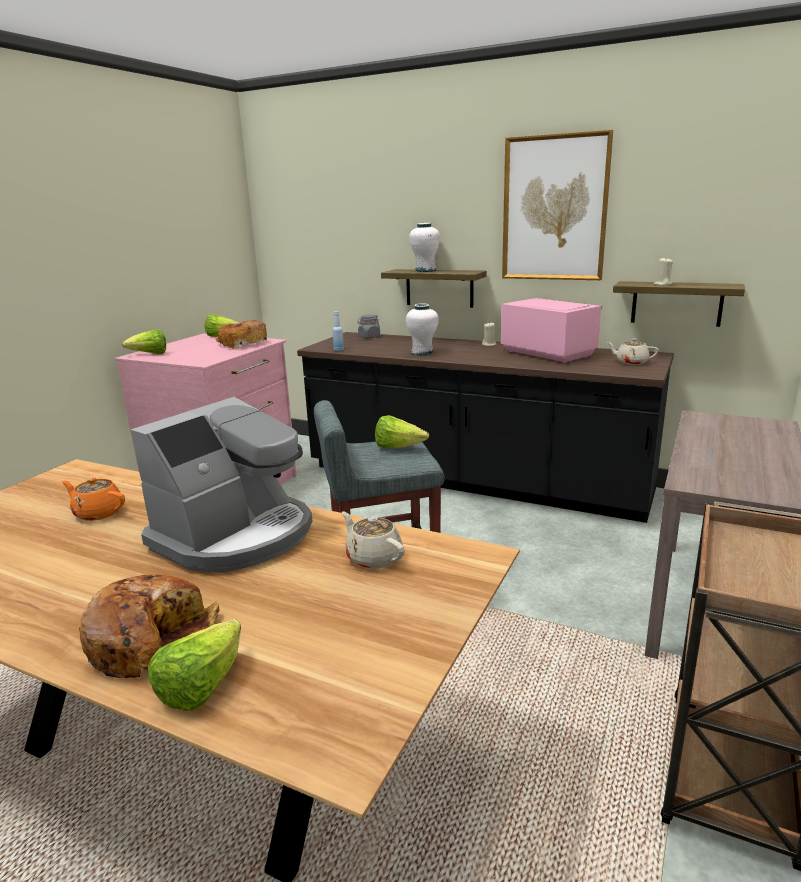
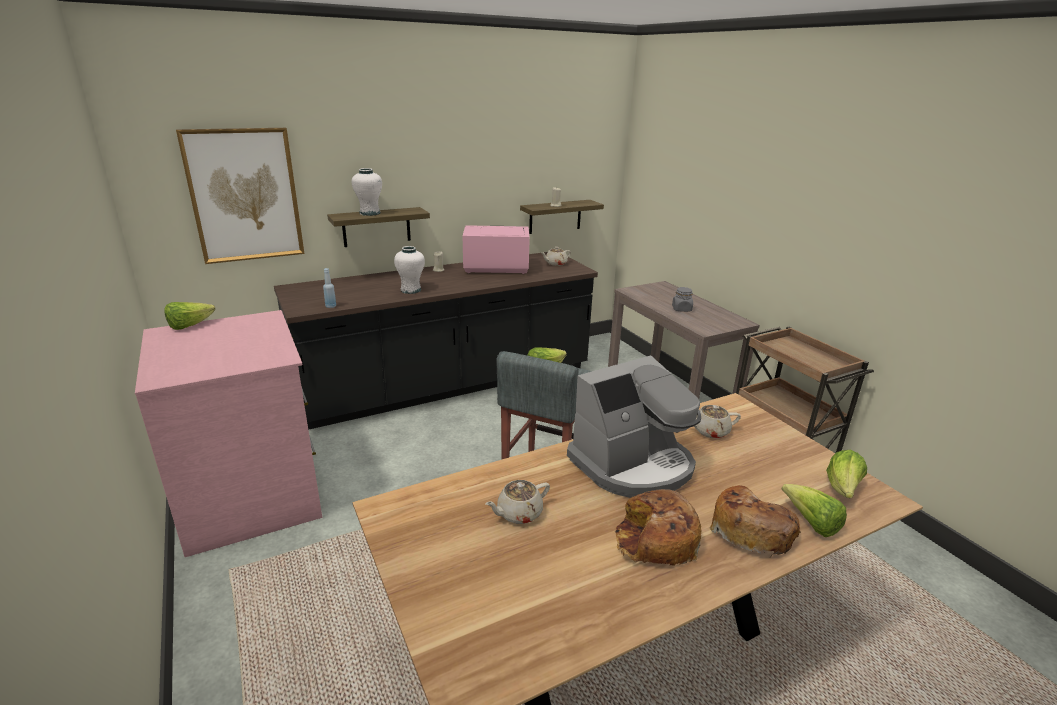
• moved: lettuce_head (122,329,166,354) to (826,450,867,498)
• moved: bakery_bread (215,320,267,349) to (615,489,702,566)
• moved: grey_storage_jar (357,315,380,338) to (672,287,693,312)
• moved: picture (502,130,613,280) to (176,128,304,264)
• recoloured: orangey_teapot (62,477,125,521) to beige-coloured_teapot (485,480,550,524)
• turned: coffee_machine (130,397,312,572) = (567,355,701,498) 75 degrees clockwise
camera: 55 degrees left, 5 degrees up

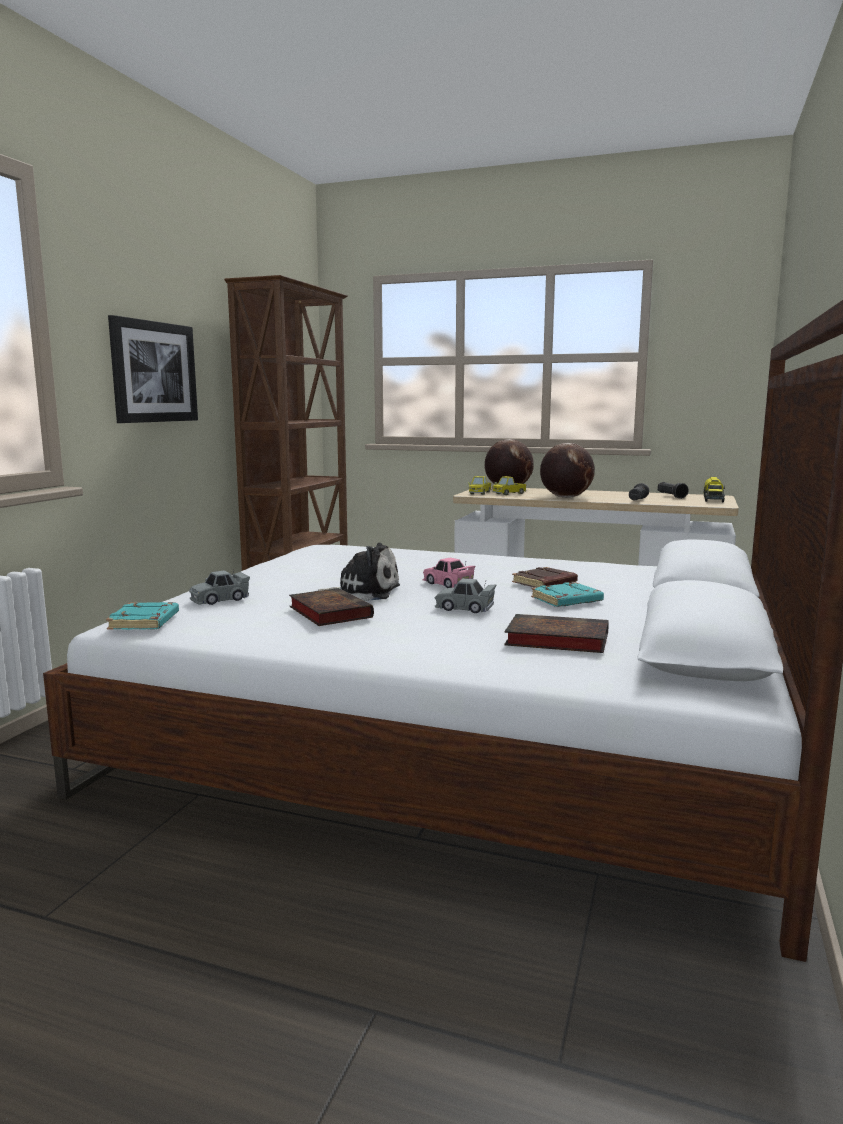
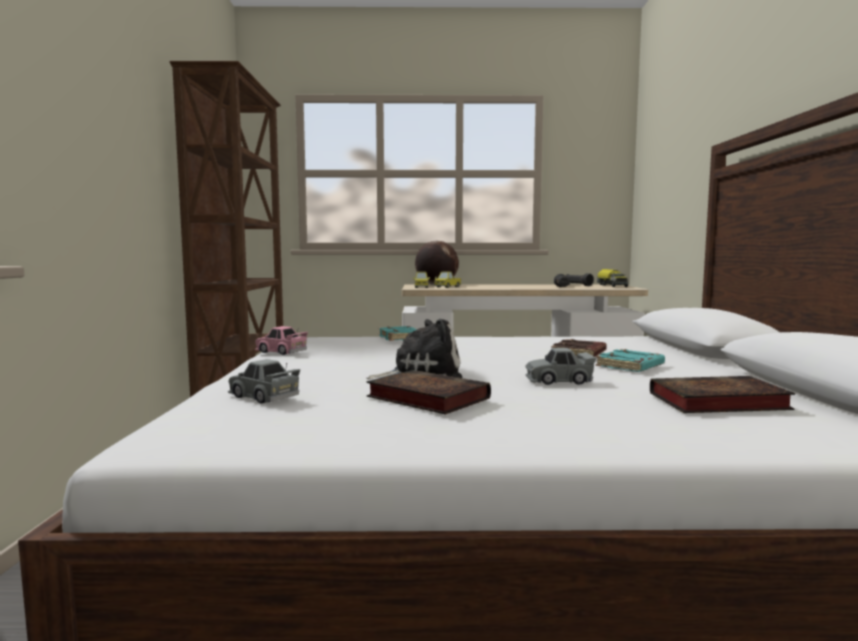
• removed: picture (108,315,198,423)
• removed: world_globe (540,443,595,498)
• moved: turquoise-coloured_volume (106,602,179,630) to (378,326,417,341)
• moved: pink-coloured_miniature_car (422,558,475,588) to (255,326,308,355)
• turned: grey_miniature_car (189,570,250,605) = (228,359,300,403) 90 degrees clockwise
camera: 20 degrees left, 5 degrees down

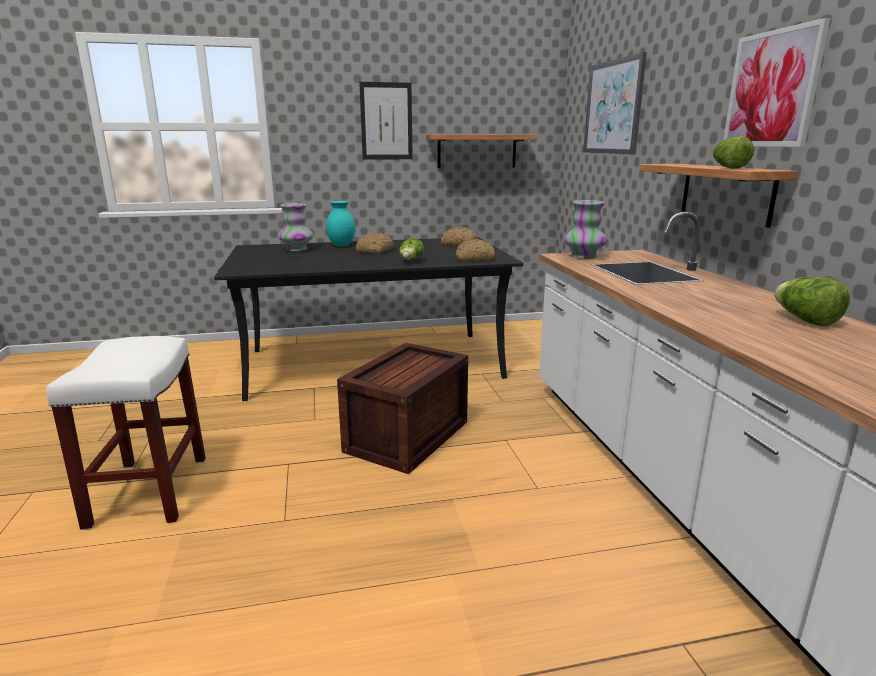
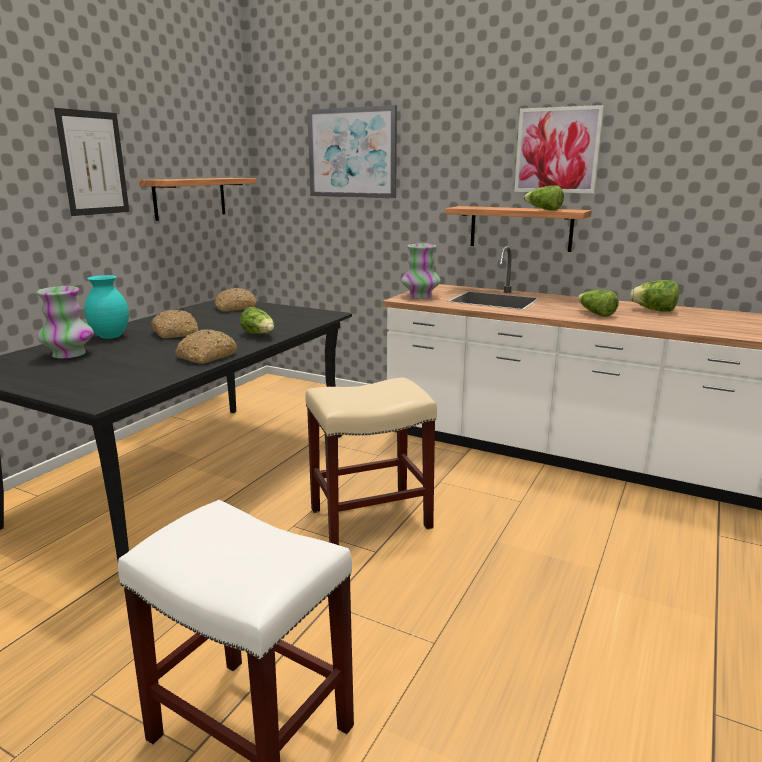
• added: lettuce_head (578,290,619,317)
• moved: bakery_bread (456,239,495,261) to (176,330,237,364)
• replaced: crate (337,343,468,474) to beige-coloured_stool (305,377,437,545)
camera: 50 degrees left, 0 degrees up

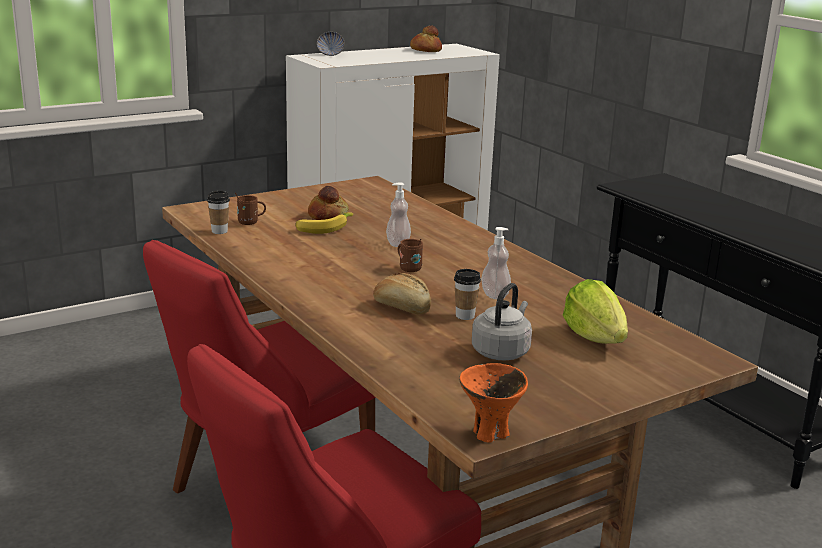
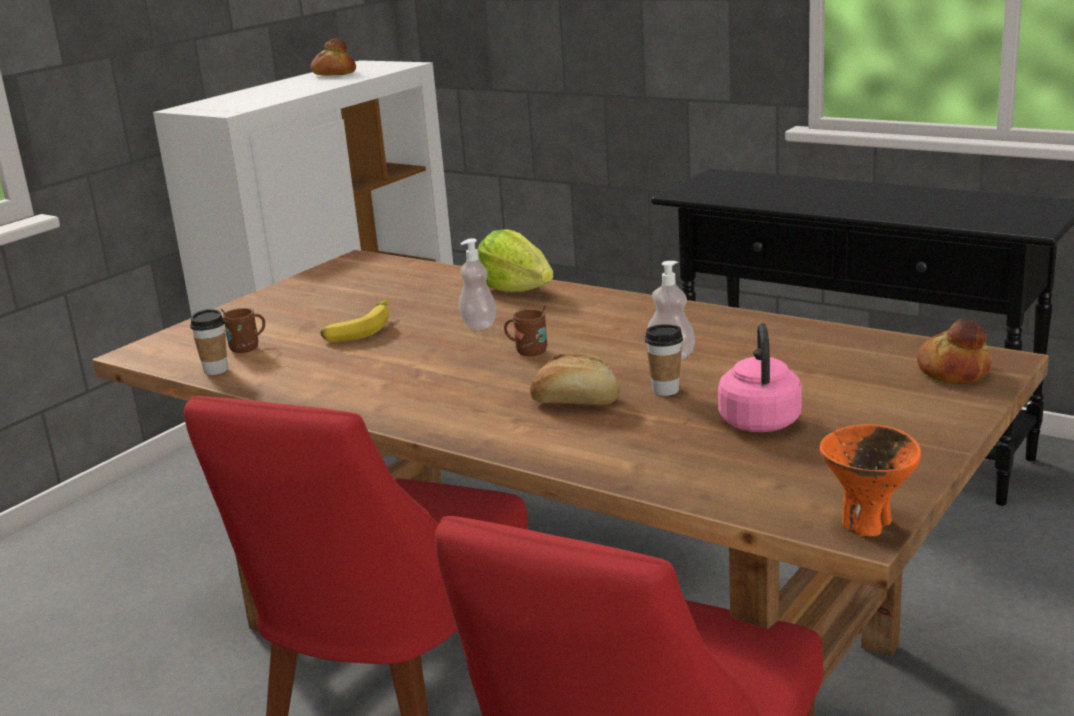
• removed: bowl (317,32,345,56)
• moved: bakery_bread (308,186,349,220) to (917,319,992,384)
• moved: lettuce_head (563,279,628,344) to (478,229,554,293)
• recoloured: grey_water_kettle (472,283,532,360) to pink-coloured_water_kettle (718,323,802,432)
camera: 20 degrees left, 0 degrees up

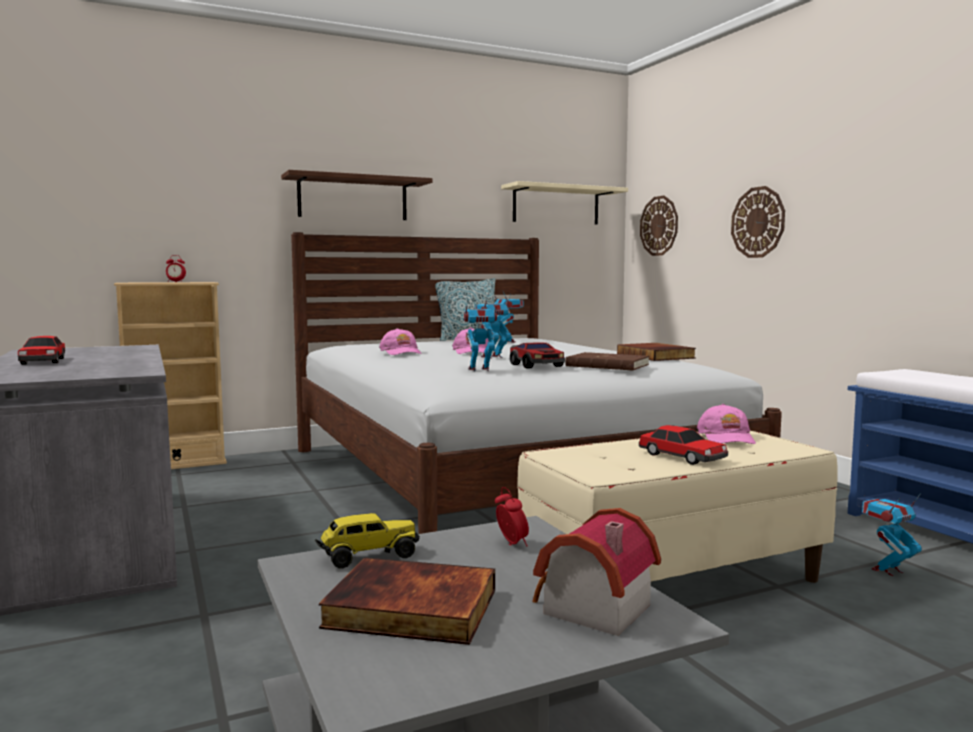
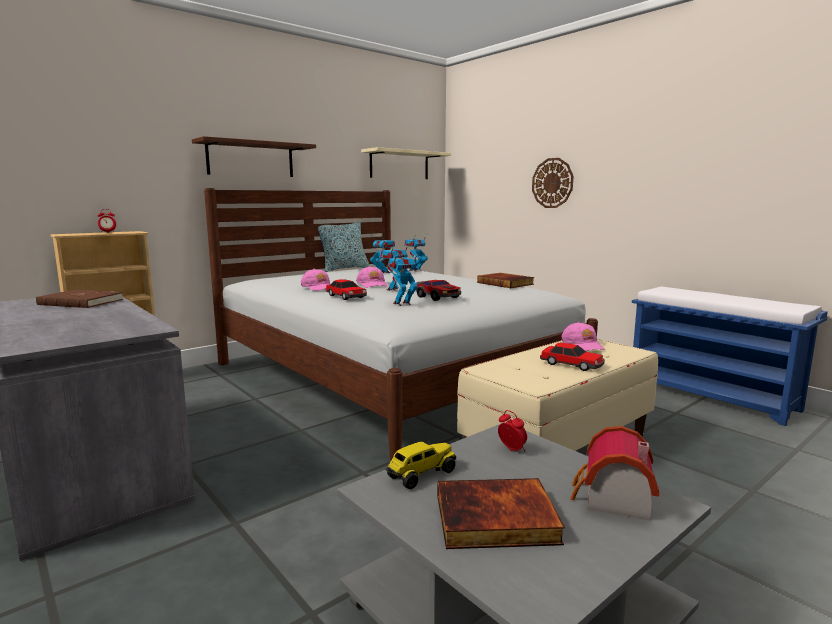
• removed: wall_clock (640,196,678,256)
• moved: miniature_car (18,336,65,365) to (326,279,367,300)
• moved: brown_volume (565,352,649,371) to (36,290,123,308)
• moved: model_robot (862,493,922,576) to (404,233,428,271)
camera: 15 degrees left, 5 degrees up

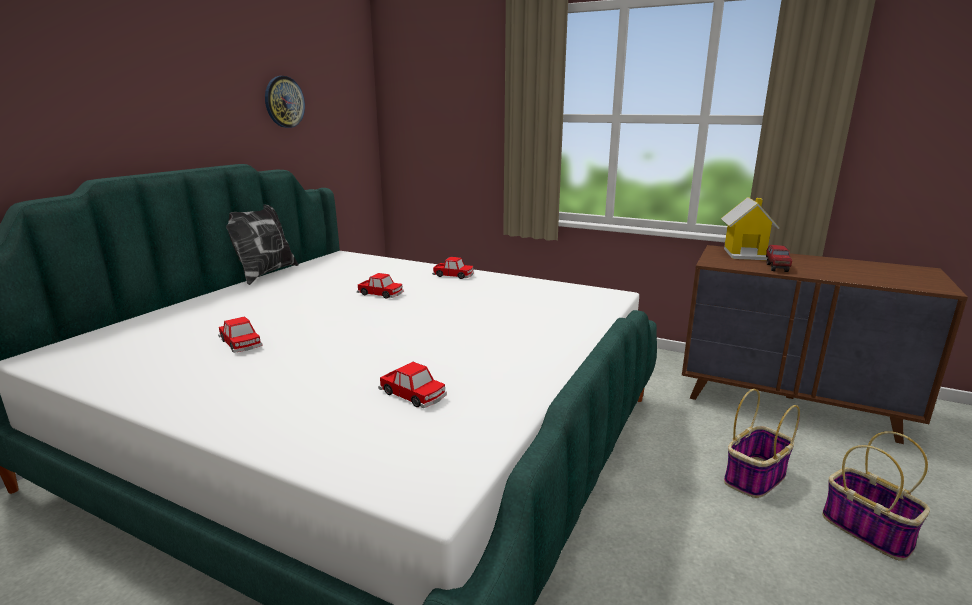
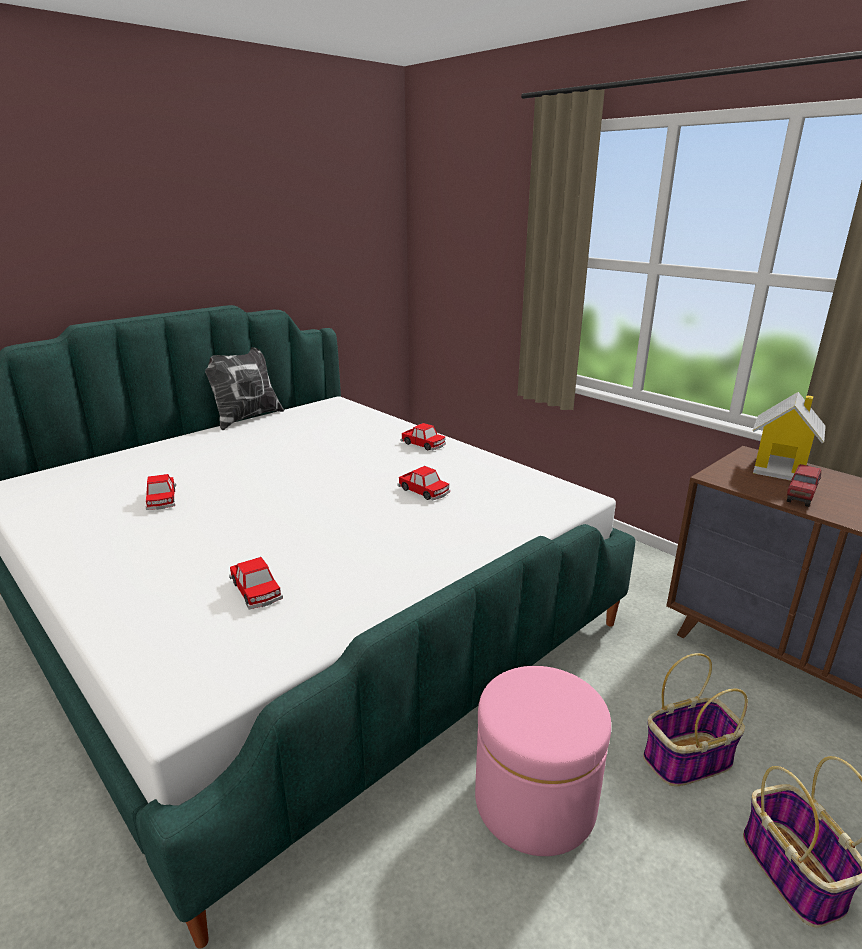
• removed: wall_clock (265,76,305,128)
• added: pink-coloured_ottoman (475,666,611,856)
• moved: miniature_car (357,273,403,299) to (397,466,450,501)
camera: 20 degrees right, 5 degrees up

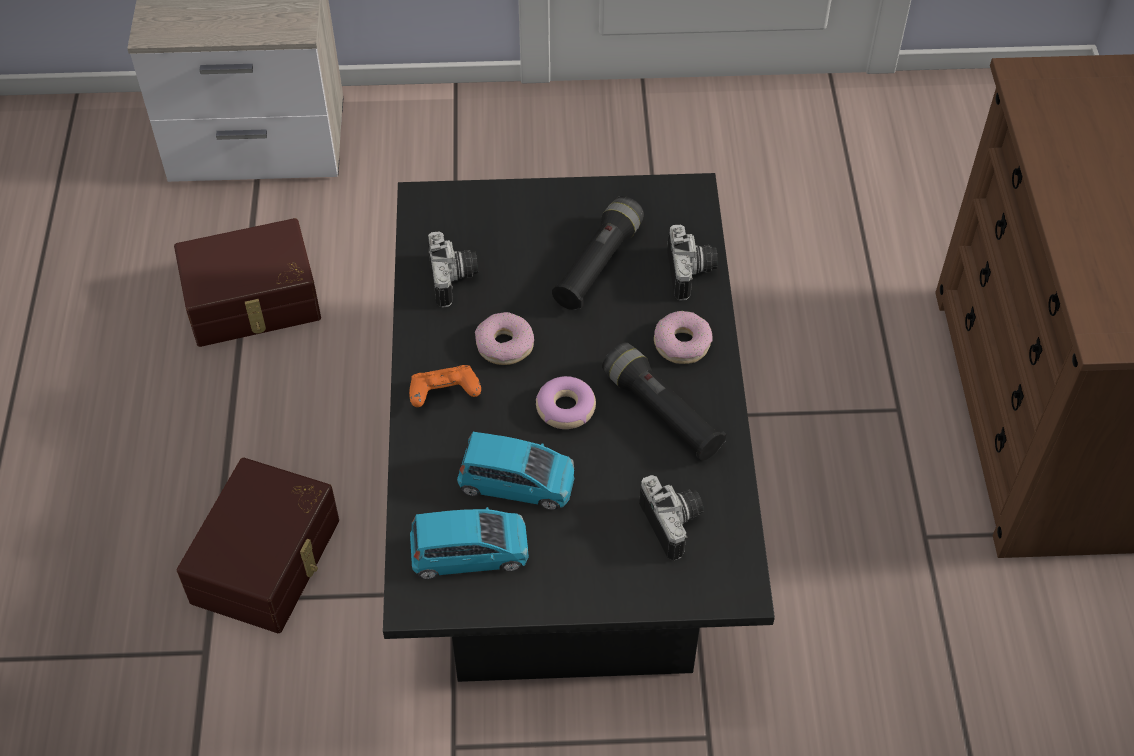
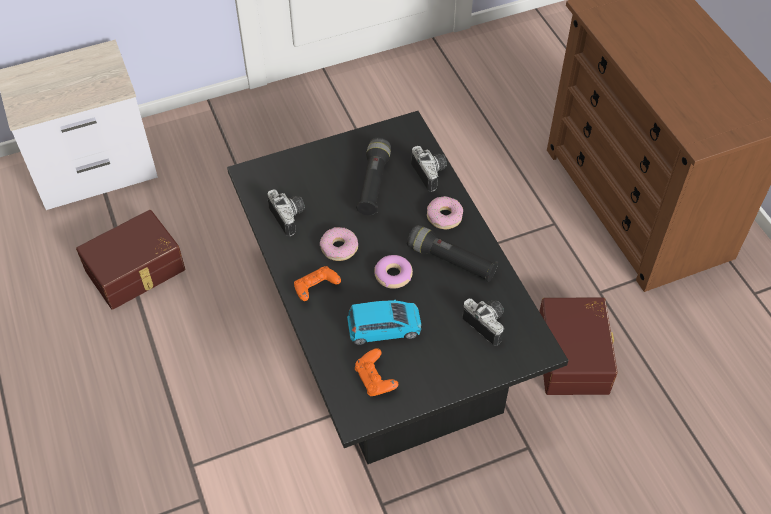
• moved: brown_storage_box (177,458,339,633) to (539,298,618,395)
• replaced: blue-coloured_miniature_car (410,507,529,579) to orangey_joypad (355,348,398,396)
camera: 20 degrees left, 0 degrees up

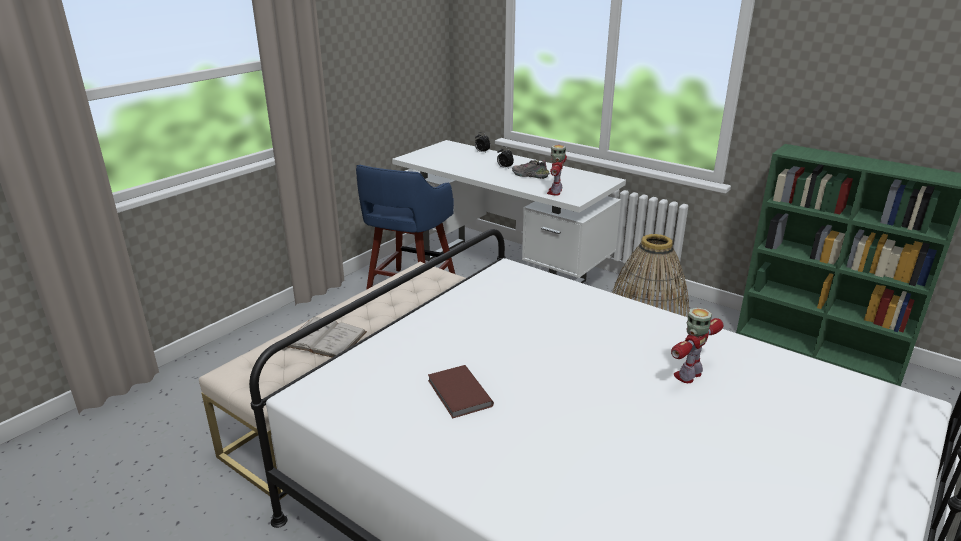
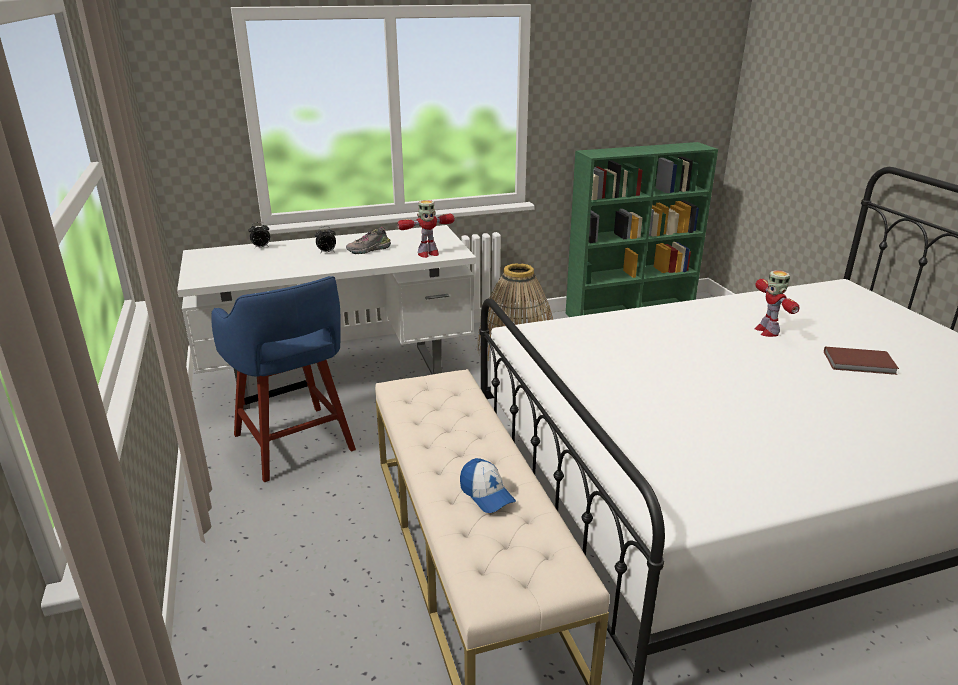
• moved: brown_volume (428,365,494,418) to (824,347,899,375)
• replaced: white_volume (287,316,367,358) to baseball_cap (460,458,516,513)
• turned: model_robot (547,145,567,195) = (397,200,455,258) 75 degrees counterclockwise
camera: 55 degrees left, 0 degrees up

